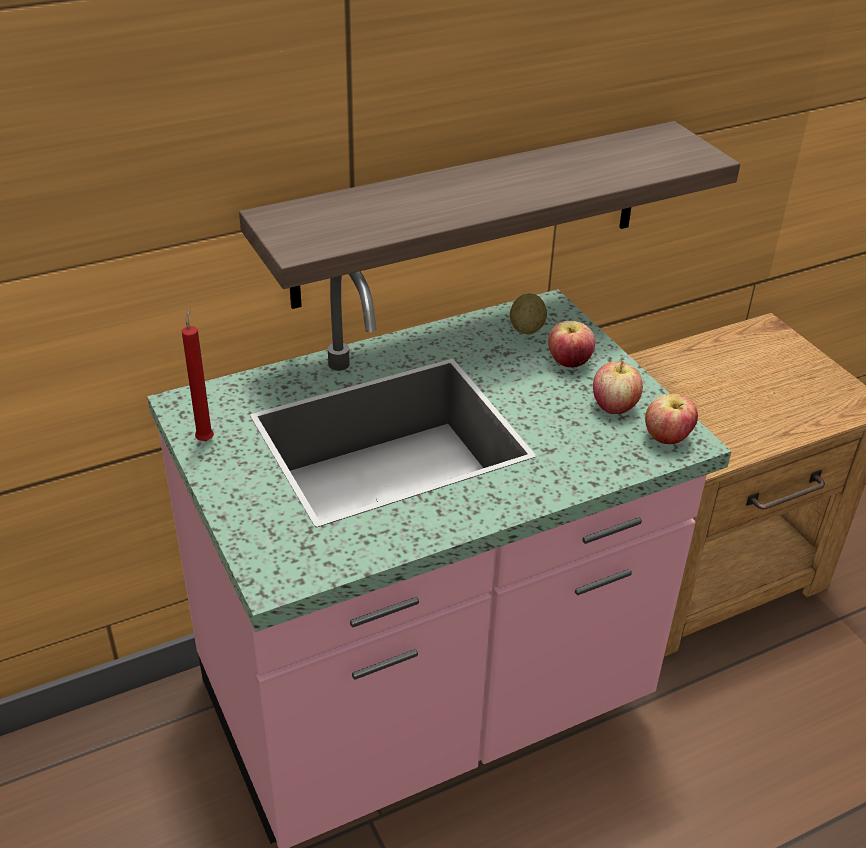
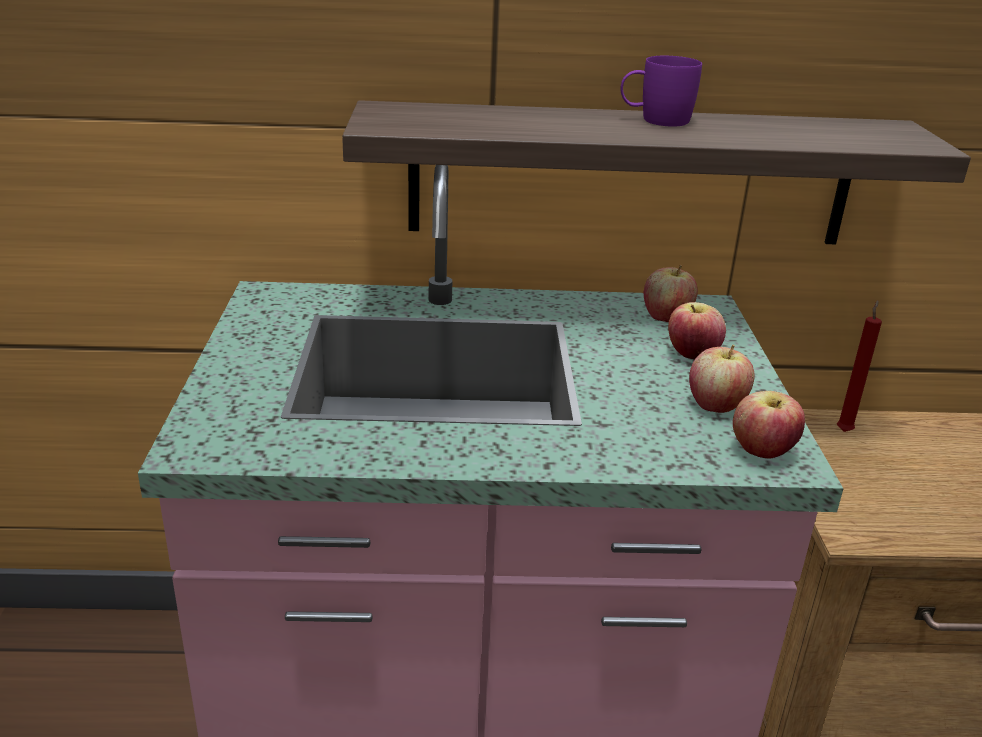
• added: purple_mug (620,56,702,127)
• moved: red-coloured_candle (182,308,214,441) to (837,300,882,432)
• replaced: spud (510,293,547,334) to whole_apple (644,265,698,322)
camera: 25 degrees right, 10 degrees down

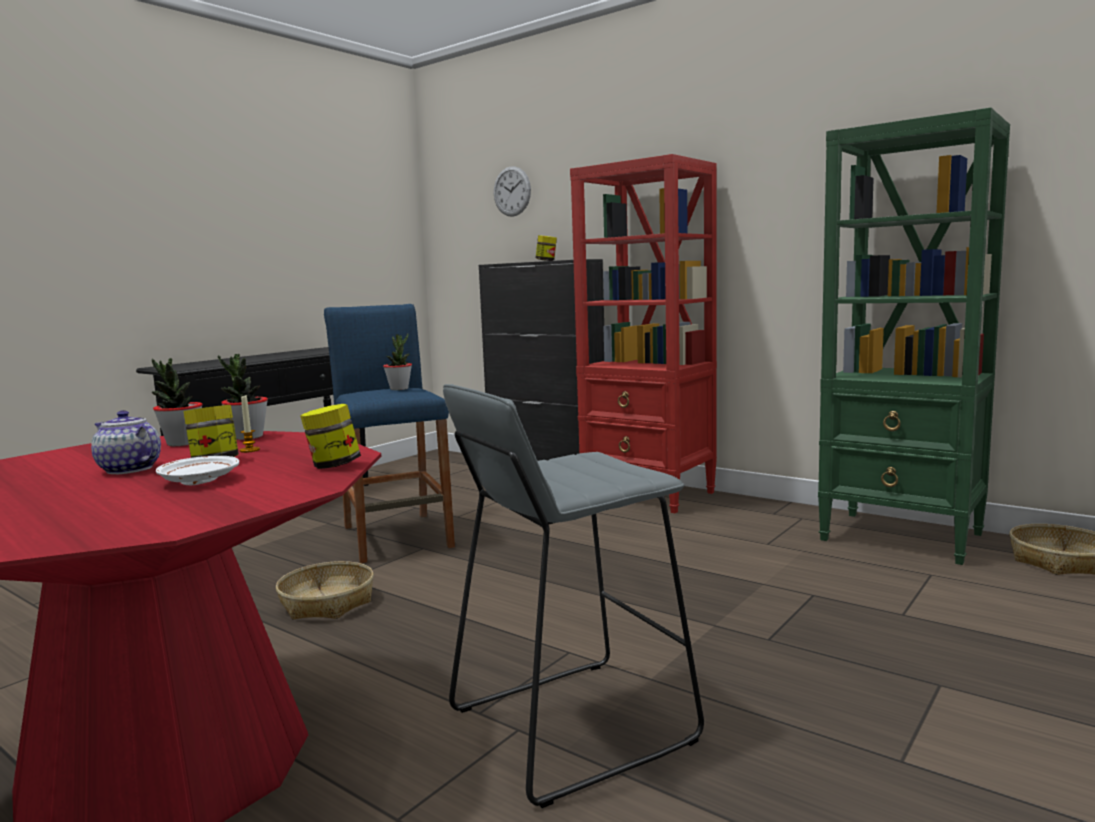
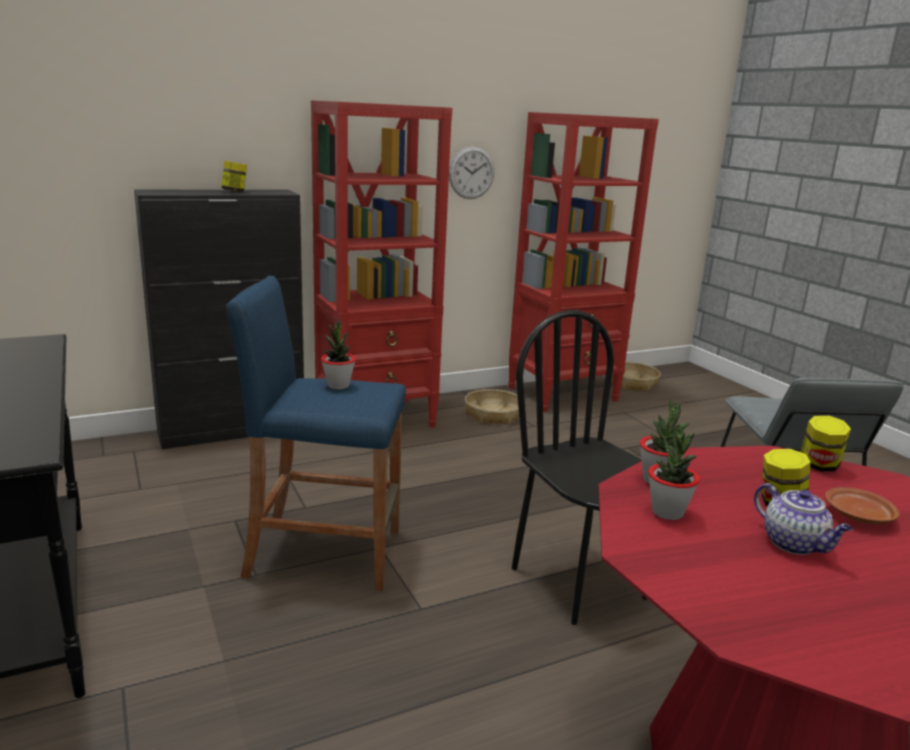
• removed: candle (239,396,260,453)
• added: black-coloured_plain_chair (512,310,647,625)
• moved: household_basket (276,561,374,619) to (465,389,519,425)
• moved: wall_clock (494,166,531,217) to (449,147,494,199)
• recoloured: white_dinner_plate (156,456,239,485) to brown_dinner_plate (825,487,899,524)
• recoloured: green-coloured_shelving_unit (818,108,1010,565) to red-coloured_shelving_unit (508,112,659,412)
• turned: teapot (91,410,161,474) = (754,483,853,555) 90 degrees counterclockwise
camera: 65 degrees left, 10 degrees up

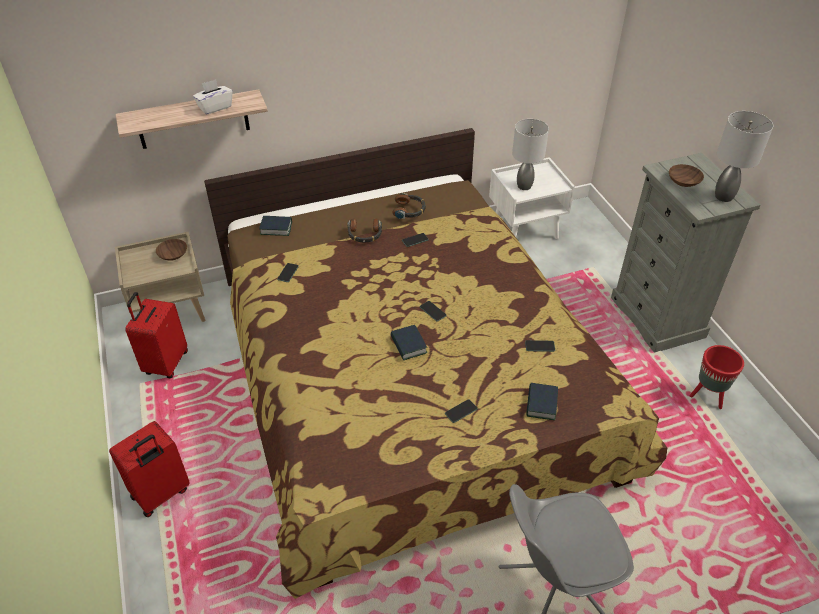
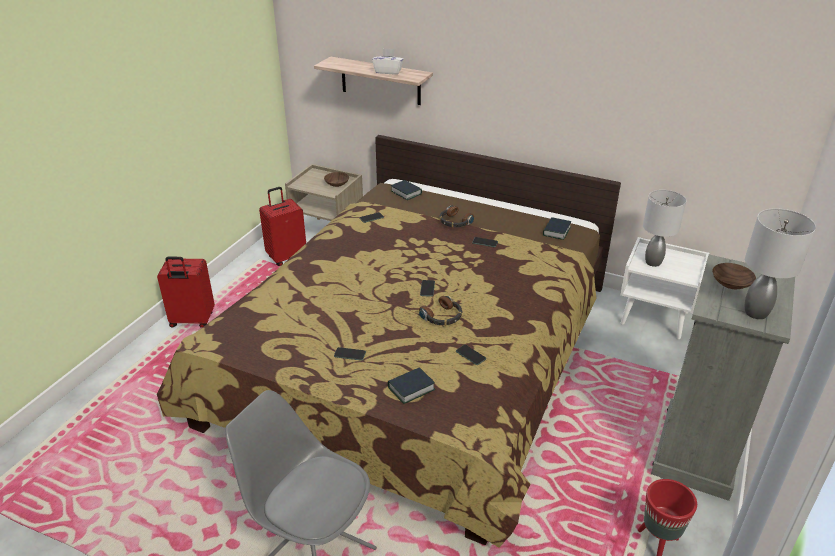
• moved: volume (390,325,427,360) to (543,217,571,240)
• moved: pair_of_headphones (392,193,426,219) to (419,296,462,326)
camera: 45 degrees right, 10 degrees down

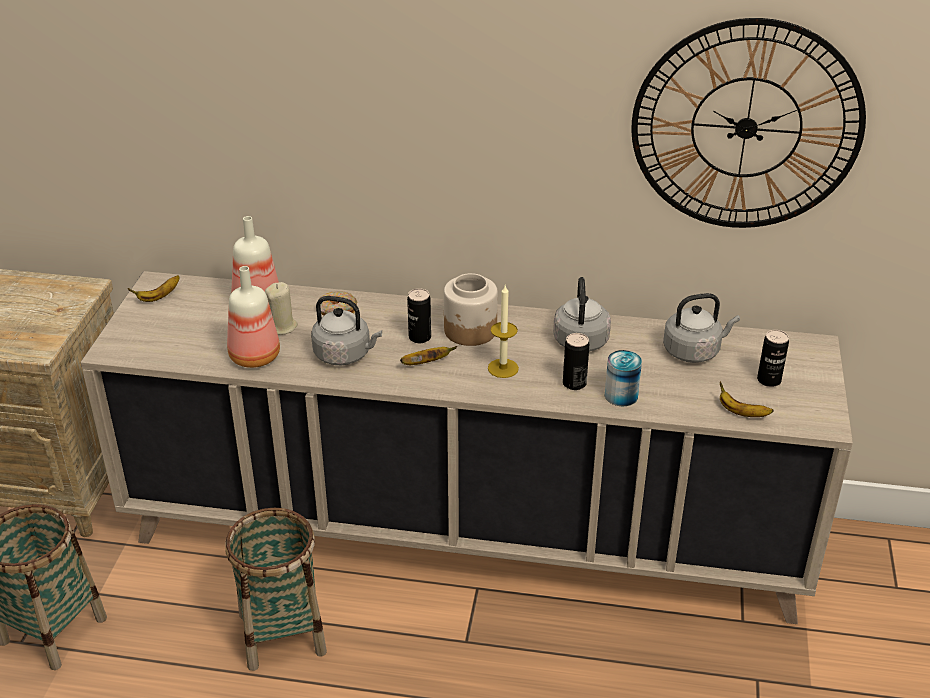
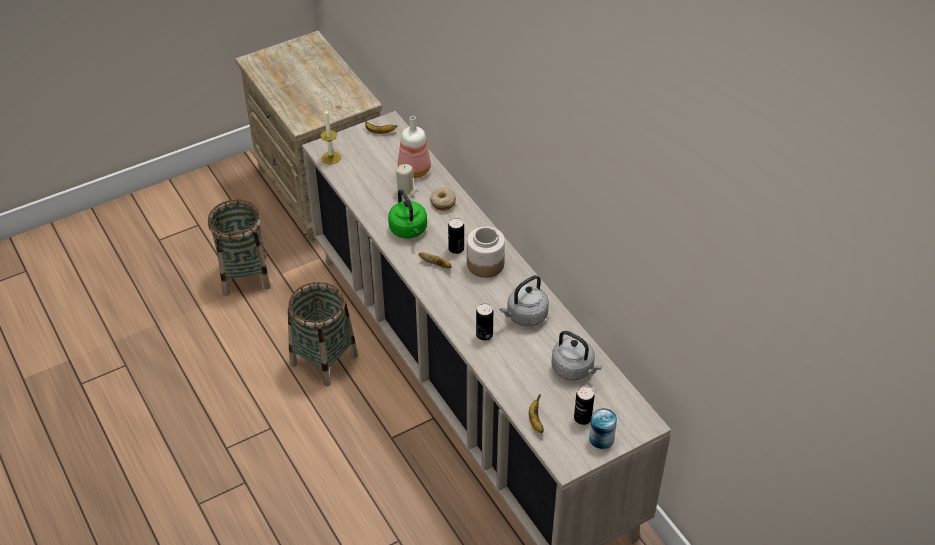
• removed: drink_bottle (227,266,280,368)
• removed: wall_clock (631,18,866,228)
• moved: candle (488,285,519,378) to (321,109,341,164)
• moved: can (605,350,642,406) to (589,408,617,449)
• recoloured: grey_water_kettle (311,296,382,365) to green-coloured_water_kettle (388,189,427,238)
camera: 50 degrees right, 10 degrees up

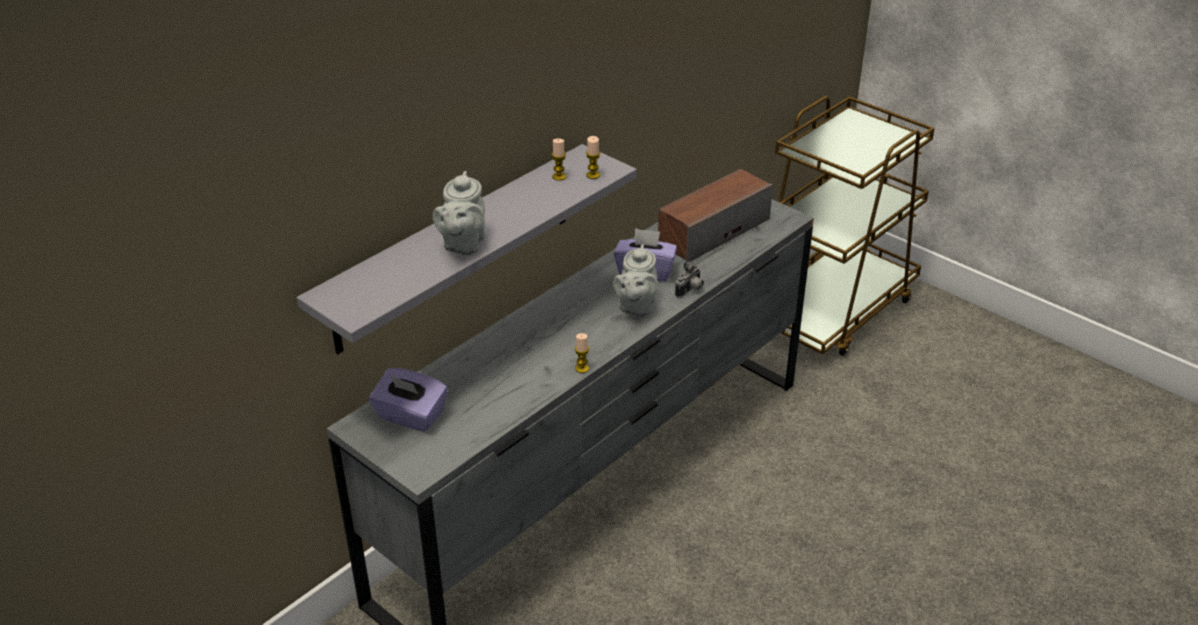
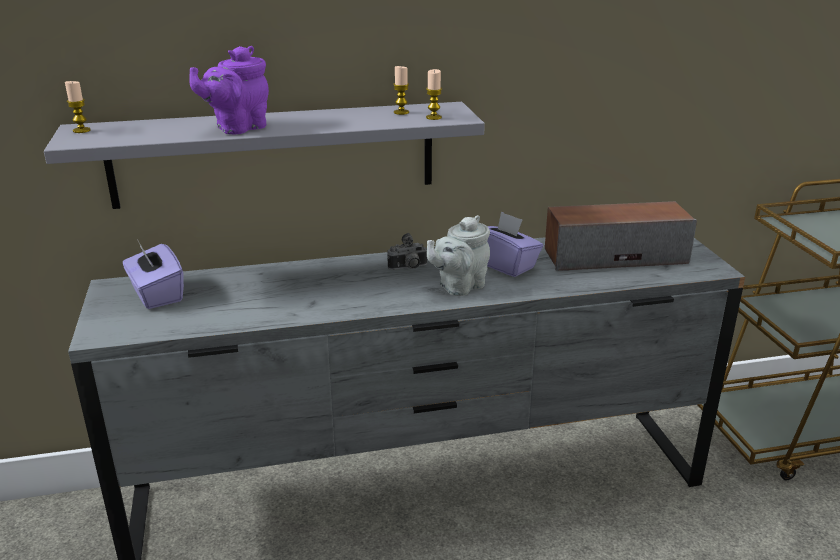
• moved: candle (575,333,589,373) to (65,81,91,133)
• moved: still_camera (675,261,704,297) to (387,233,427,270)
• recoloured: grey_teapot (433,171,485,256) to purple_teapot (189,46,269,134)
camera: 35 degrees right, 10 degrees down

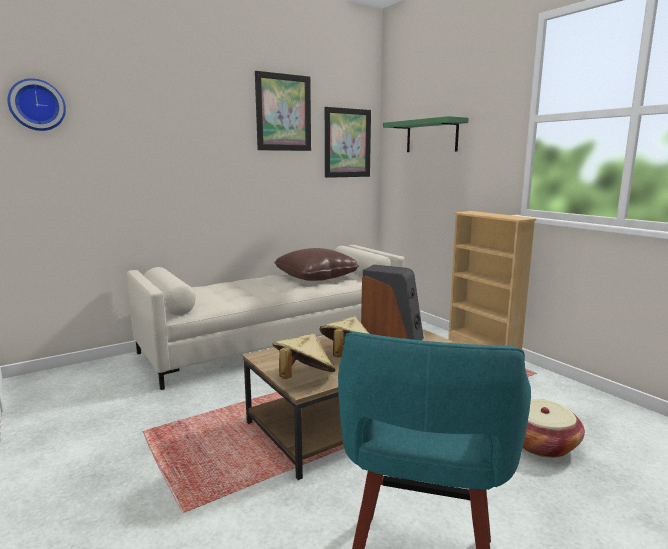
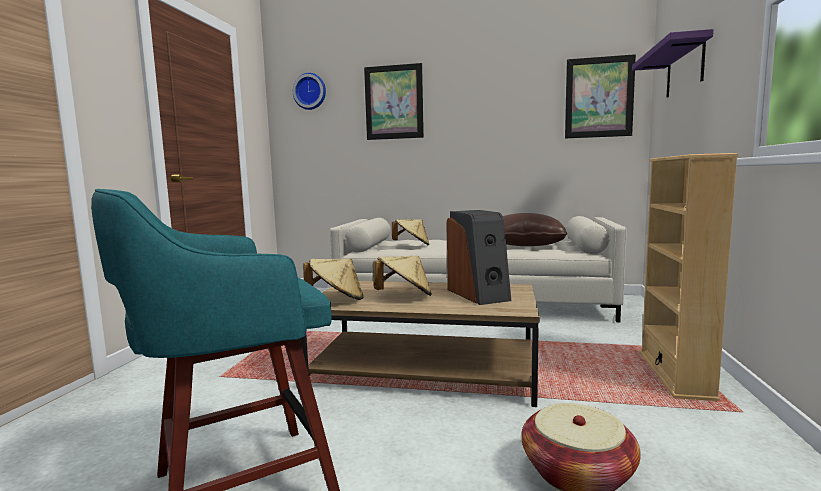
• added: beige-coloured_wearable_hat (392,219,429,245)
• moved: picture (255,71,311,151) to (364,63,424,140)
• recoloured: green-coloured_shelf (383,116,469,152) to purple_shelf (632,29,714,98)
camera: 45 degrees right, 5 degrees down

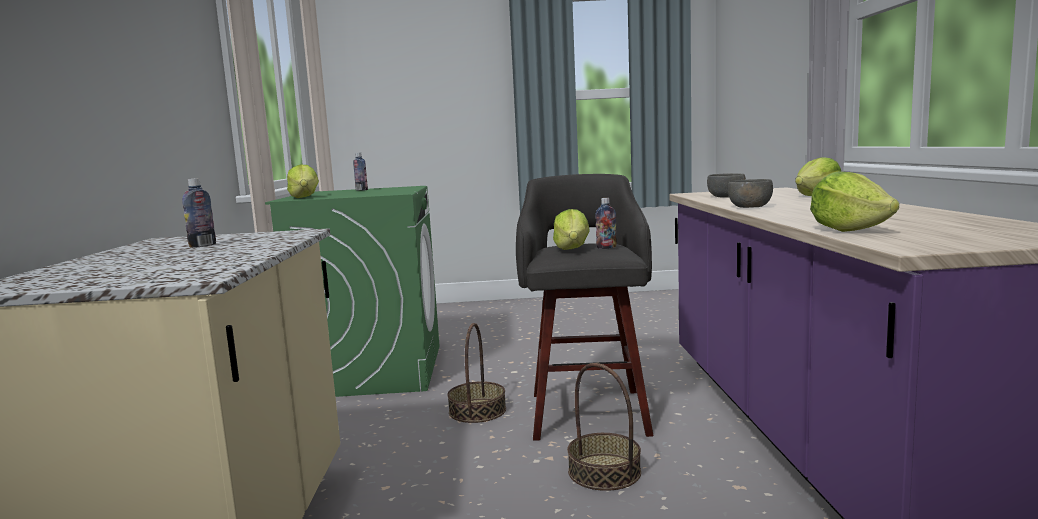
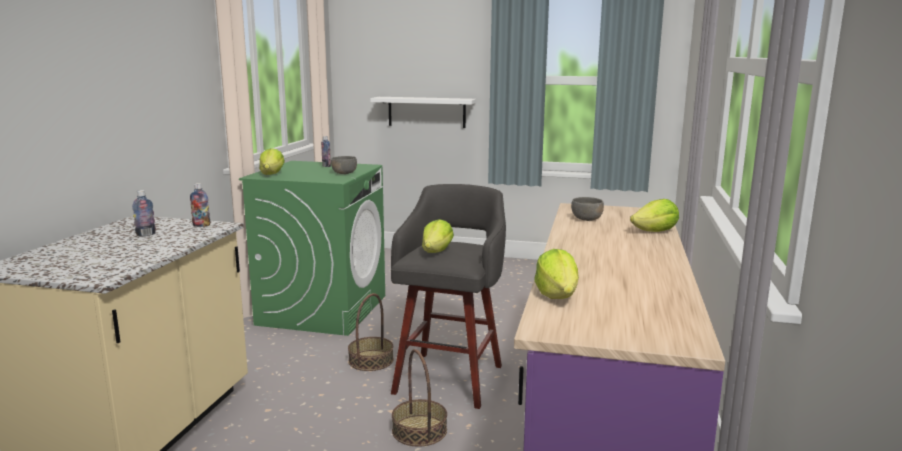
• added: white_shelf (370,97,477,128)
• moved: drink_bottle (595,198,617,249) to (190,183,210,227)
• moved: grey_bowl (728,179,773,208) to (331,156,357,174)
camera: 15 degrees right, 5 degrees up

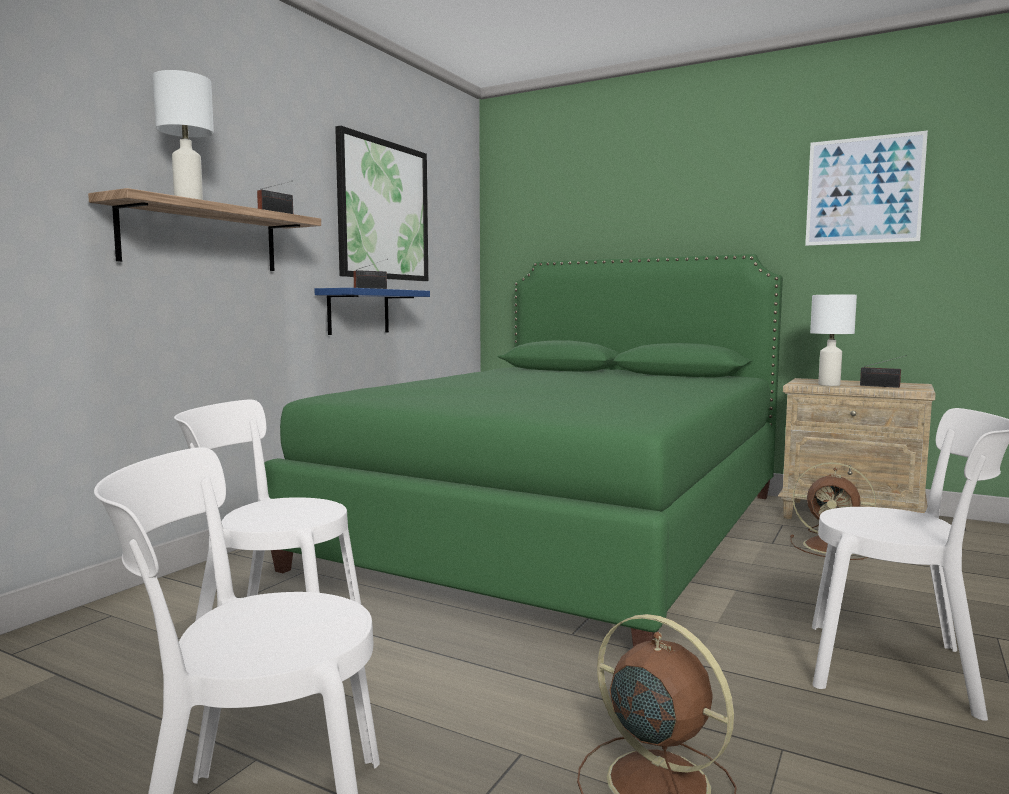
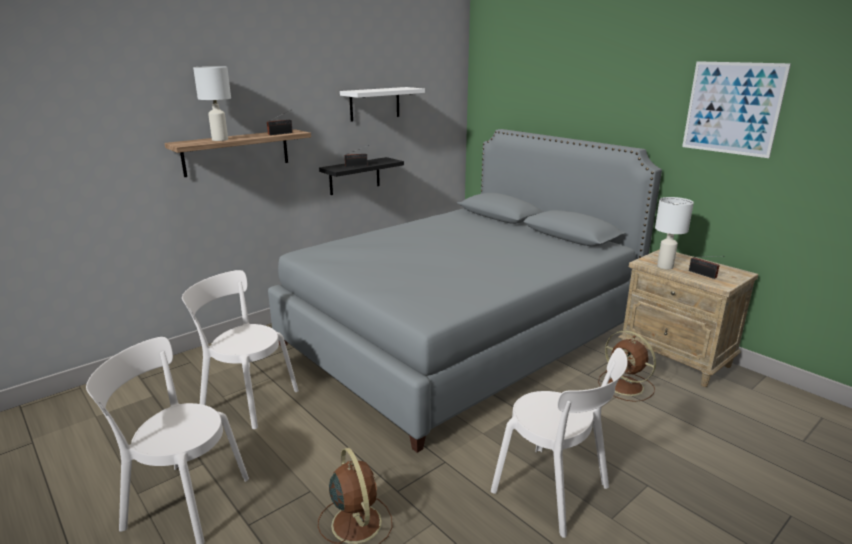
• replaced: picture (335,126,428,281) to white_shelf (340,87,425,122)
• recoloured: green-coloured_bed (264,254,783,647) to grey_bed (268,129,662,453)
• recoloured: blue-coloured_shelf (314,288,430,335) to black-coloured_shelf (319,157,404,195)
camera: 20 degrees right, 15 degrees up

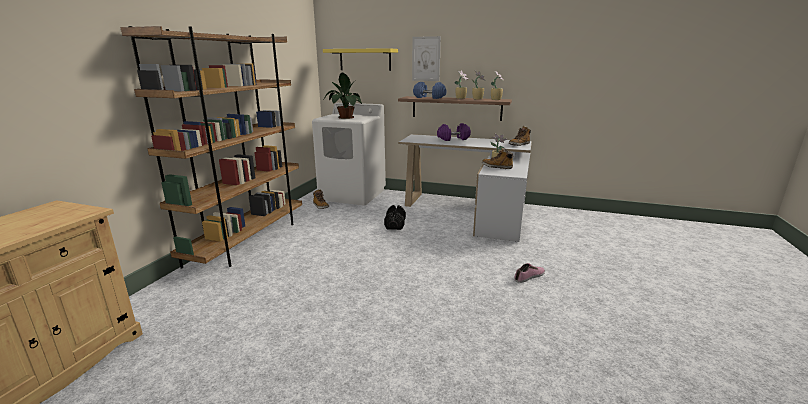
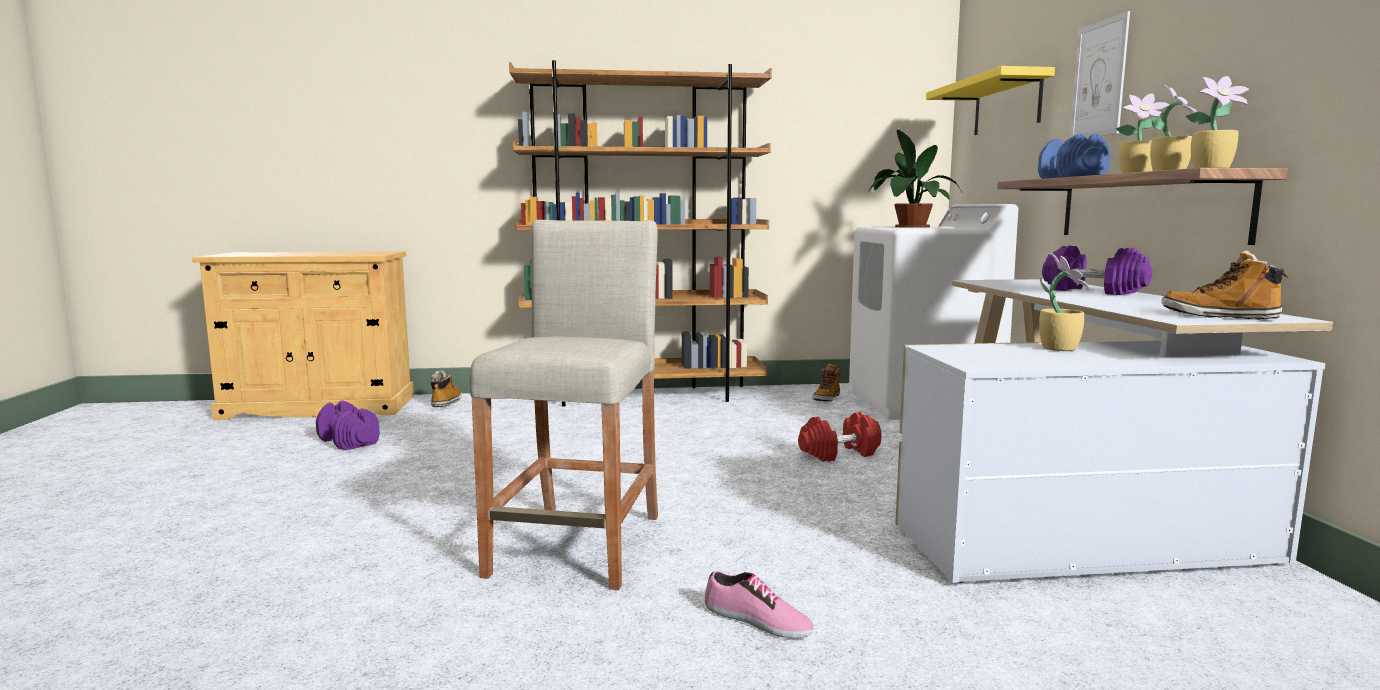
• added: purple_free_weight (316,400,380,451)
• added: beige-coloured_stool (469,220,658,590)
• moved: high-top_boot (482,148,514,169) to (431,370,462,407)
• recoloured: black-coloured_free_weight (384,205,406,230) to red-coloured_free_weight (798,412,882,462)
camera: 65 degrees right, 10 degrees down

